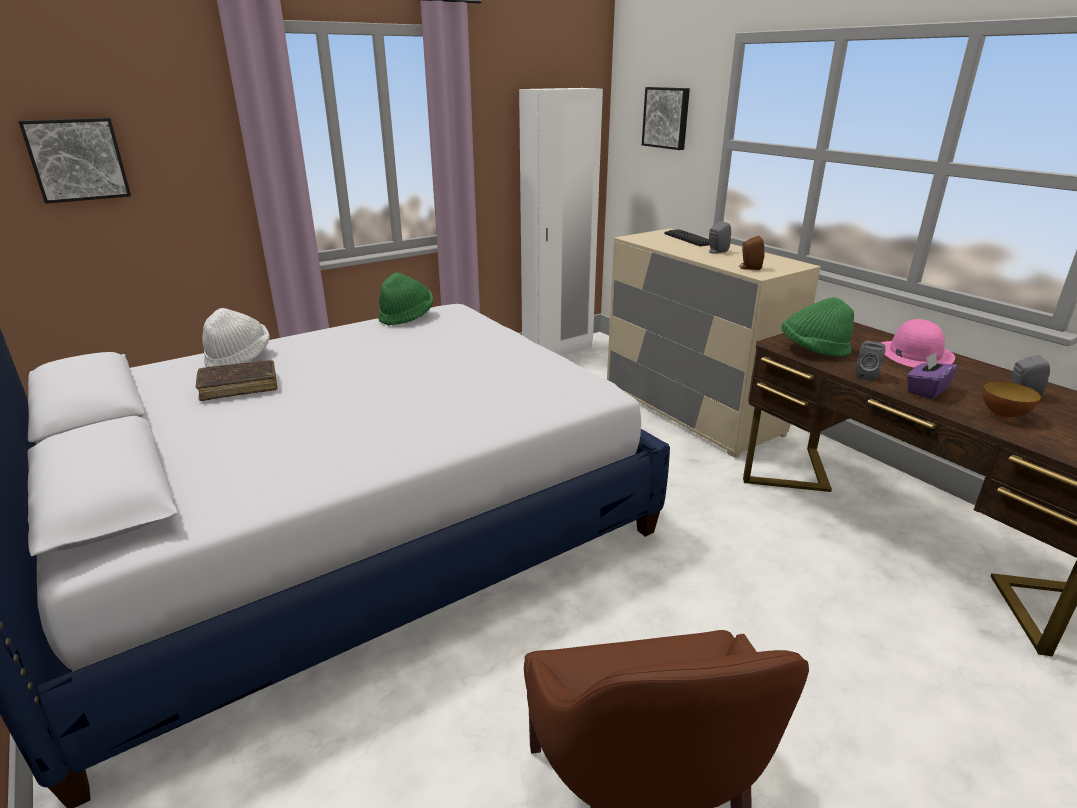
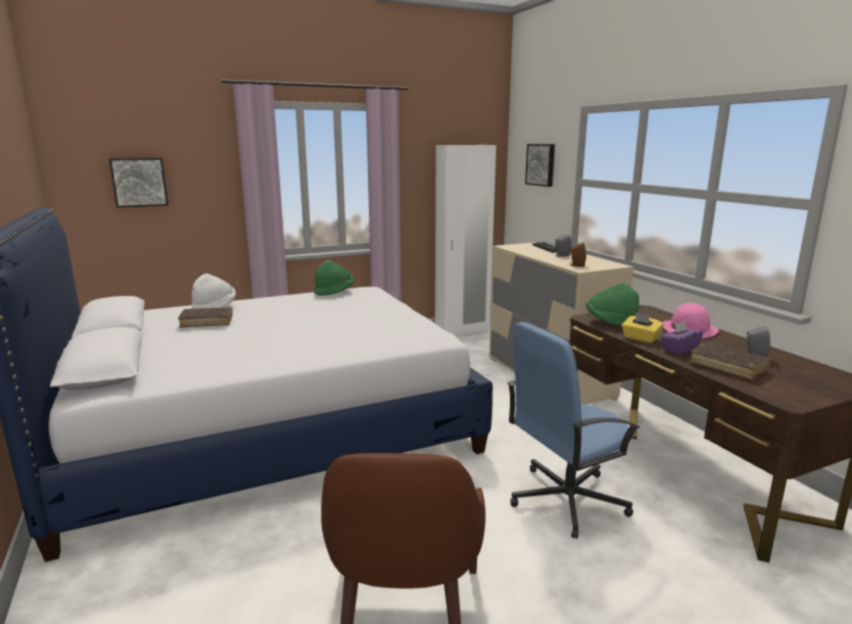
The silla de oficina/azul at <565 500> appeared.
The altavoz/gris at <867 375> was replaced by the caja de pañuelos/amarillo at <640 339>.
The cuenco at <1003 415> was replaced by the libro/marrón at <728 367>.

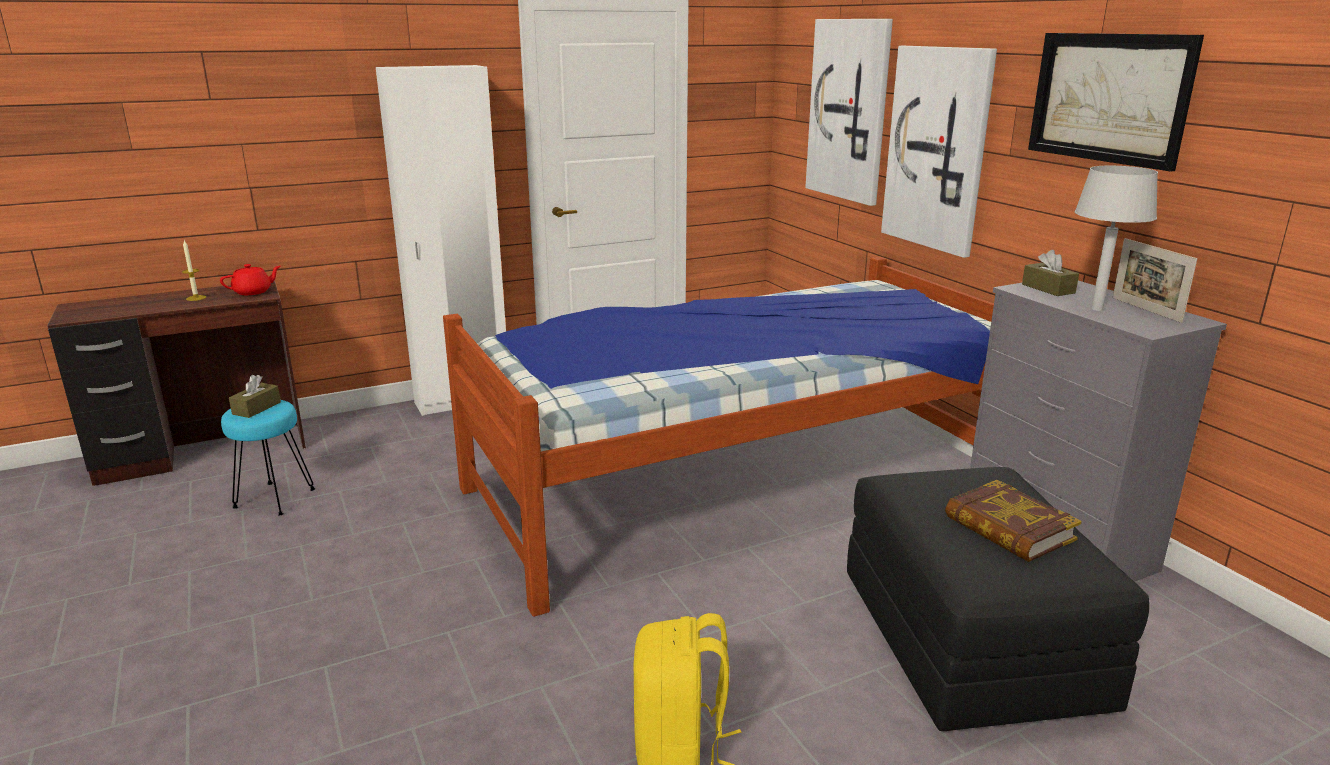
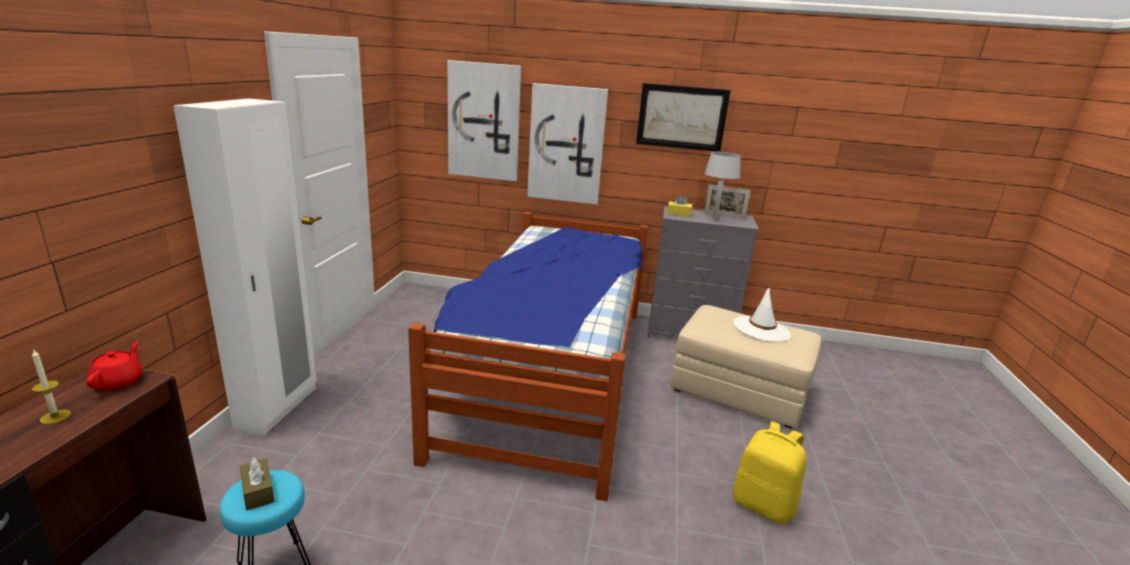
The caja de pañuelos/marrón at <1048 289> became the caja de pañuelos/amarillo at <678 214>.
The puf/negro at <971 641> became the puf/beis at <739 390>.
The libro at <1008 529> was replaced by the sombrero/blanco at <761 329>.

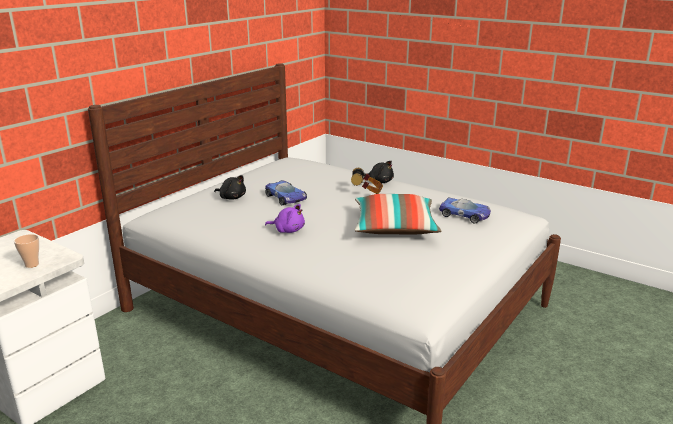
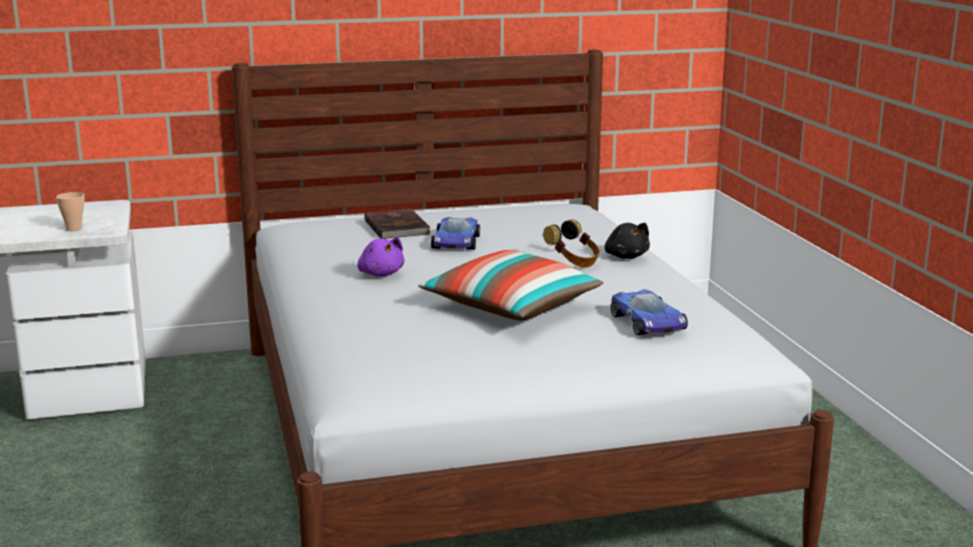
The peluche/negro at <232 197> was replaced by the libro/marrón at <398 227>.

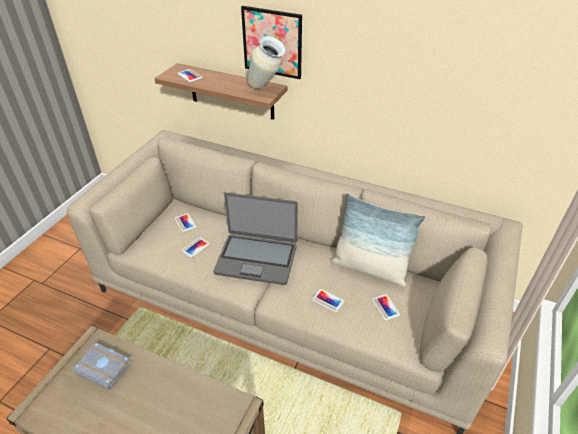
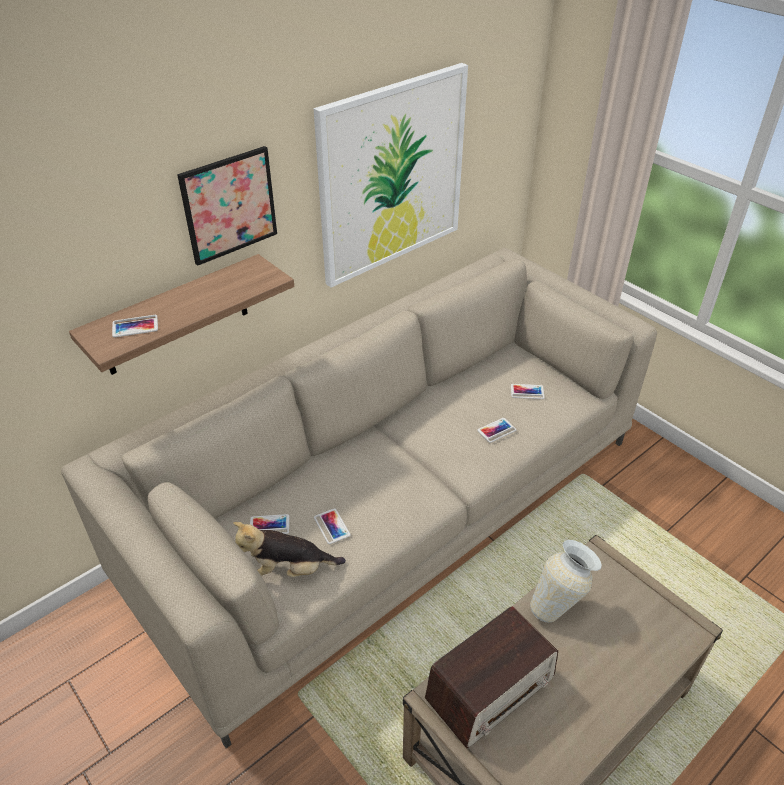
The peluche at <288 571> appeared.
The cuadro at <392 175> appeared.
The libro/gris at <105 367> was replaced by the radio at <490 688>.
The florero moved from <266 90> to <559 606>.
The portátil at <256 258> disappeared.
The cojín at <369 268> disappeared.

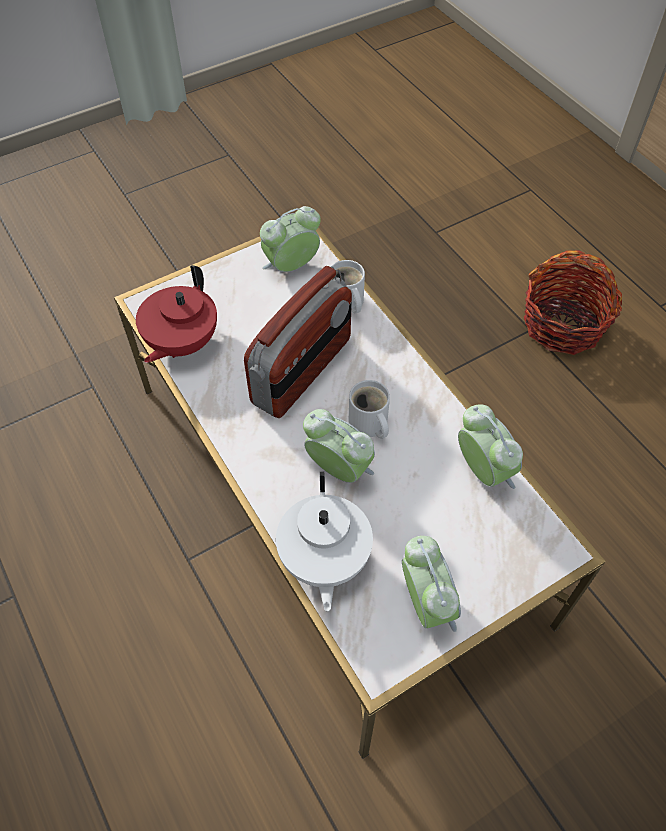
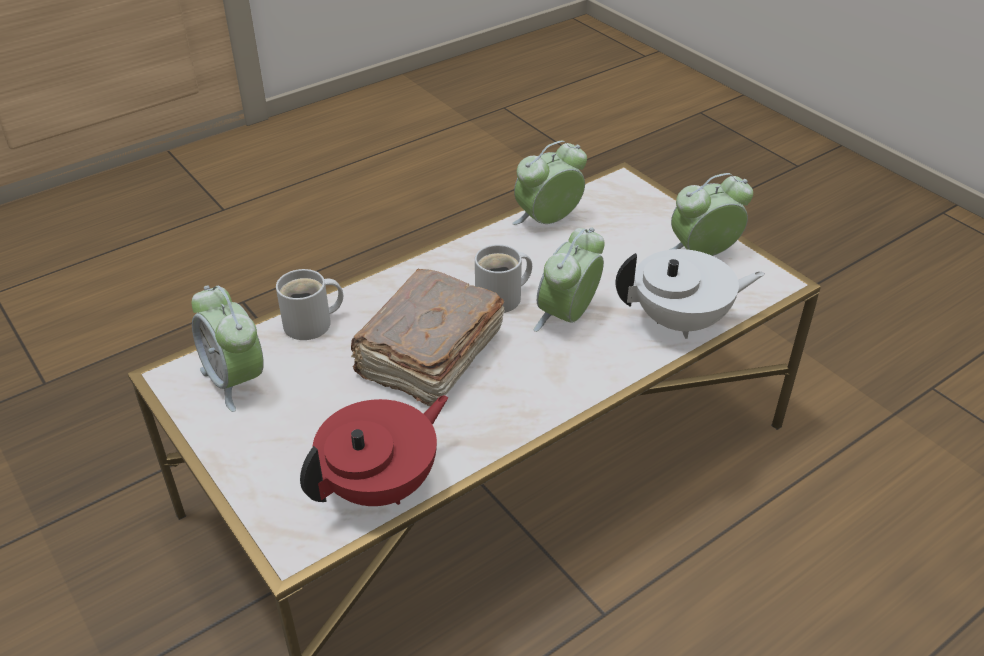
The tetera/rojo at <181 343> turned 60 degrees counterclockwise.
The radio at <302 371> was replaced by the libro/marrón at <428 355>.
The cesta at <563 325> disappeared.

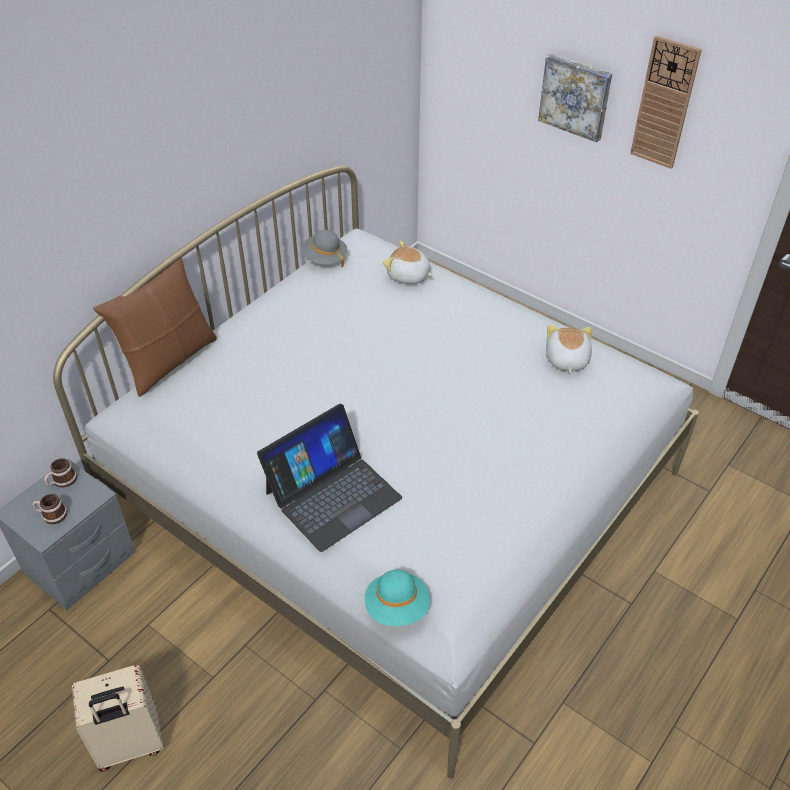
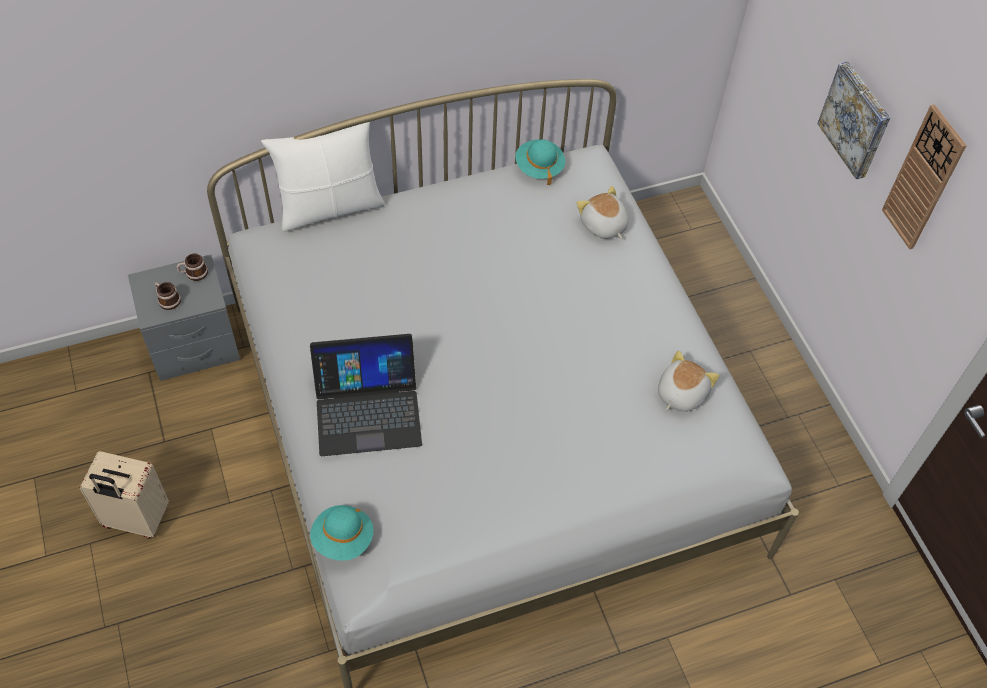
The cojín/marrón at <168 360> became the cojín/blanco at <330 207>.
The sombrero/gris at <324 258> became the sombrero/turquesa at <539 167>.

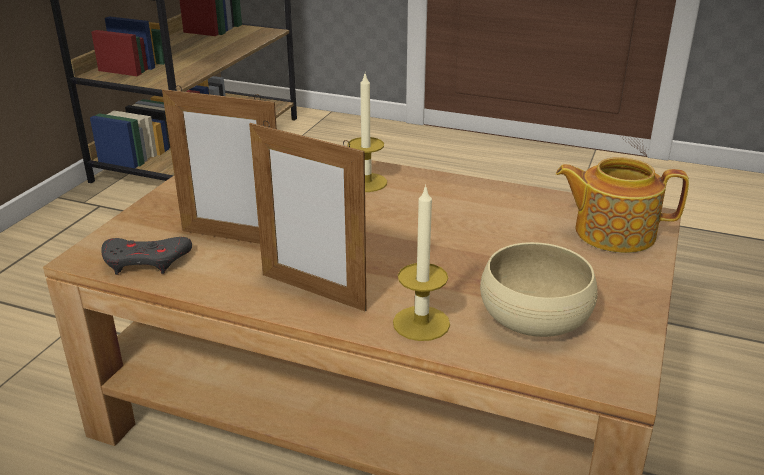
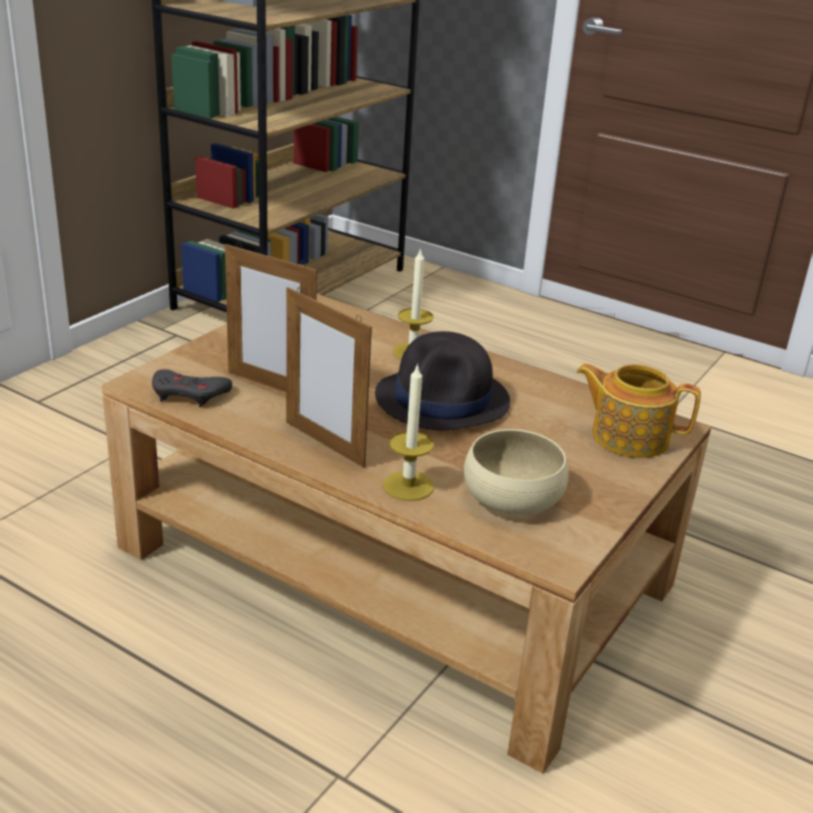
The sombrero/negro at <443 400> appeared.

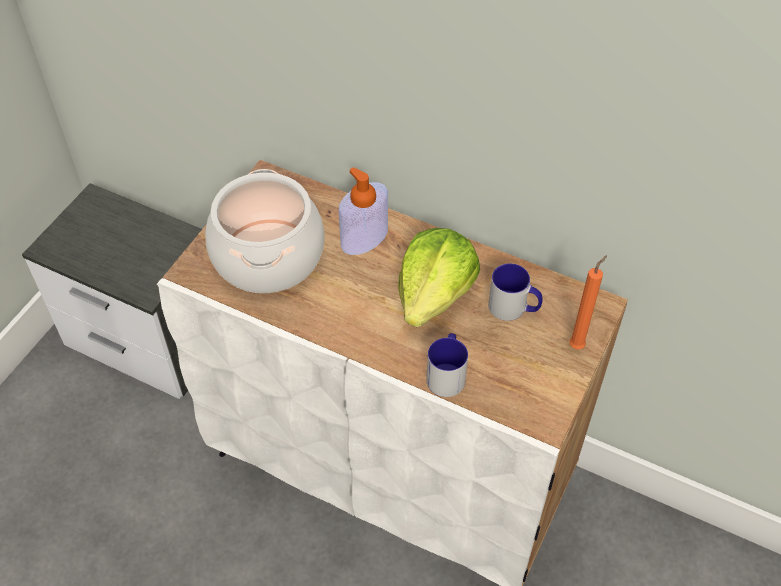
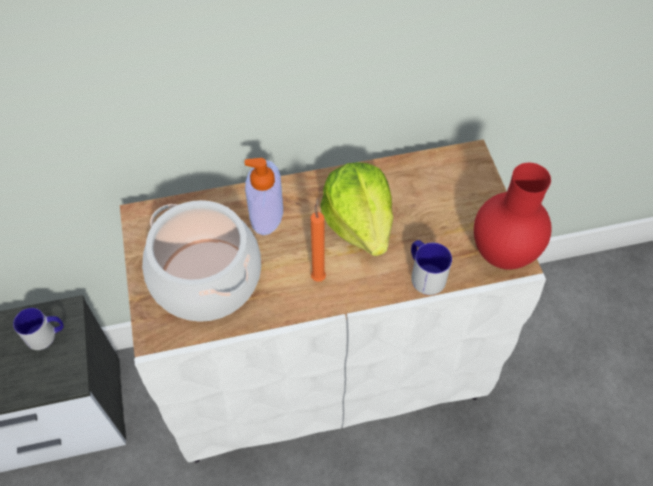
The taza grande moved from <514 308> to <46 335>.
The vela/naranja moved from <578 345> to <318 276>.
The florero/rojo at <501 255> appeared.

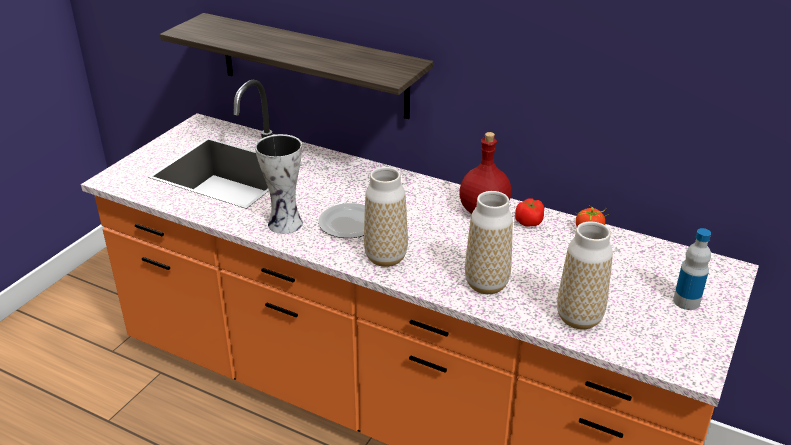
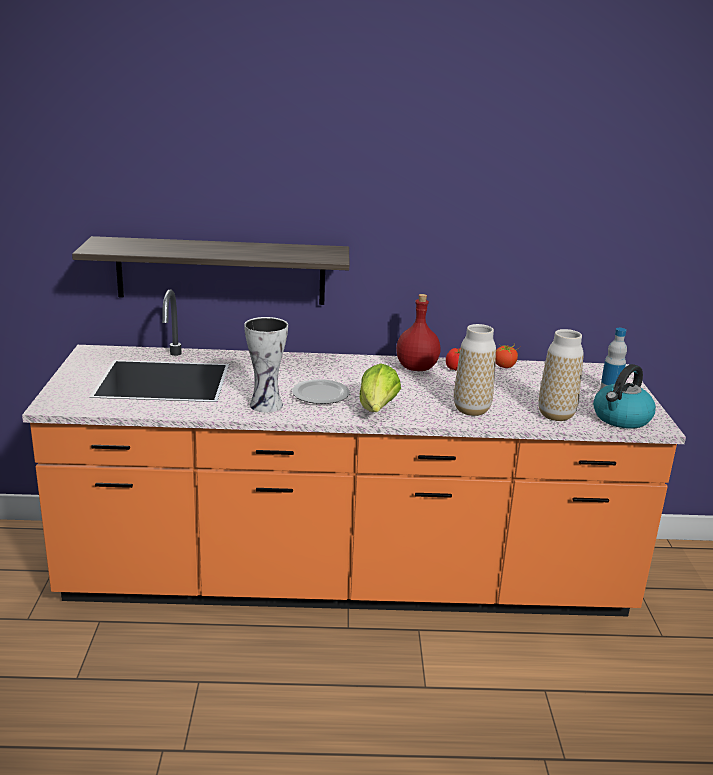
The florero at <385 257> was replaced by the lechuga at <377 410>.
The hervidor at <621 419> appeared.

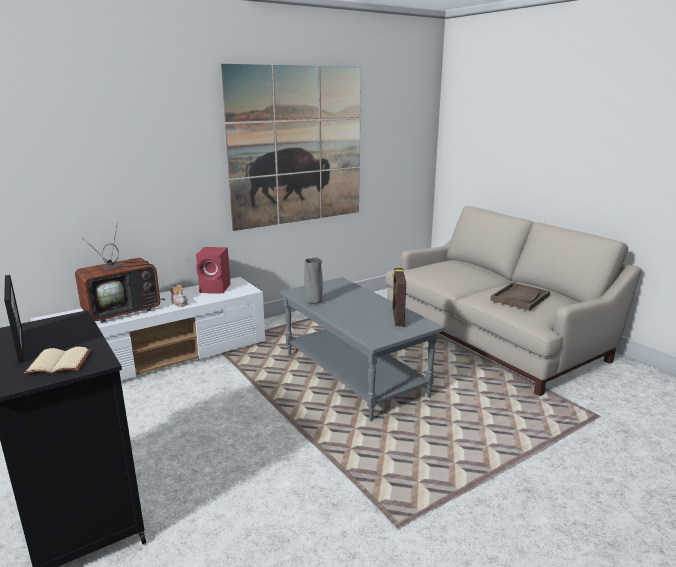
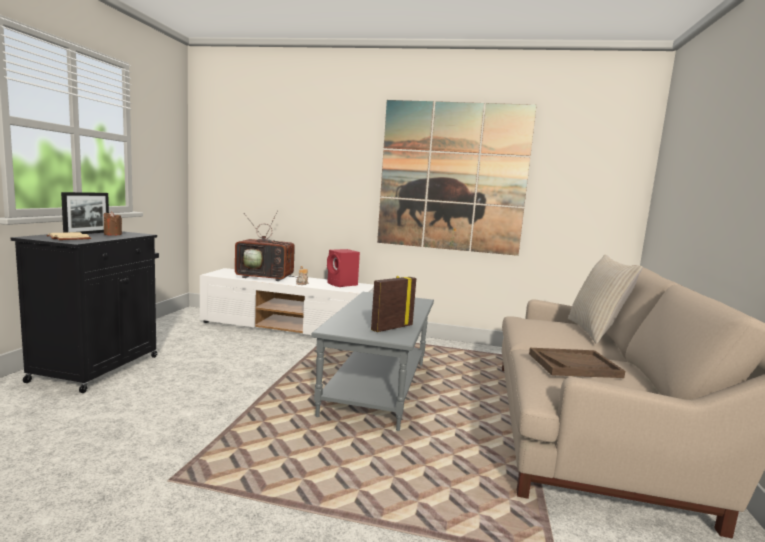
The vela/marrón at <112 234> appeared.
The cojín/beis at <595 332> appeared.
The florero/gris at <313 302> disappeared.

